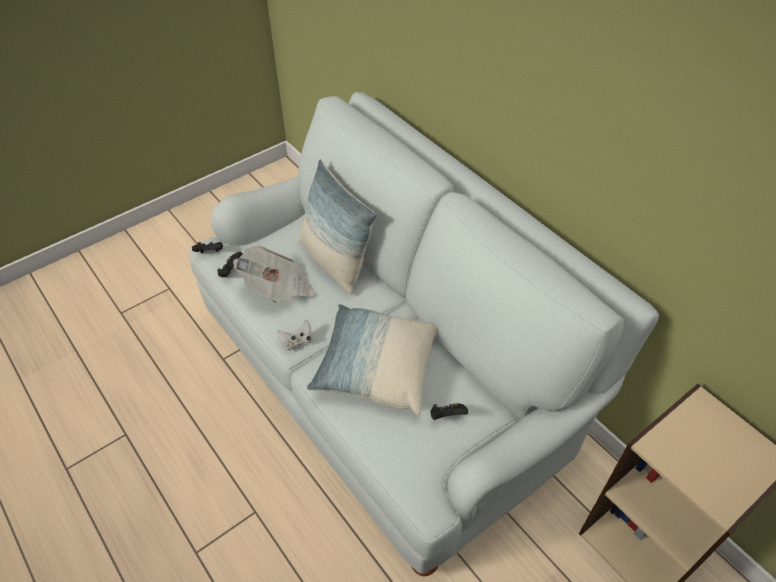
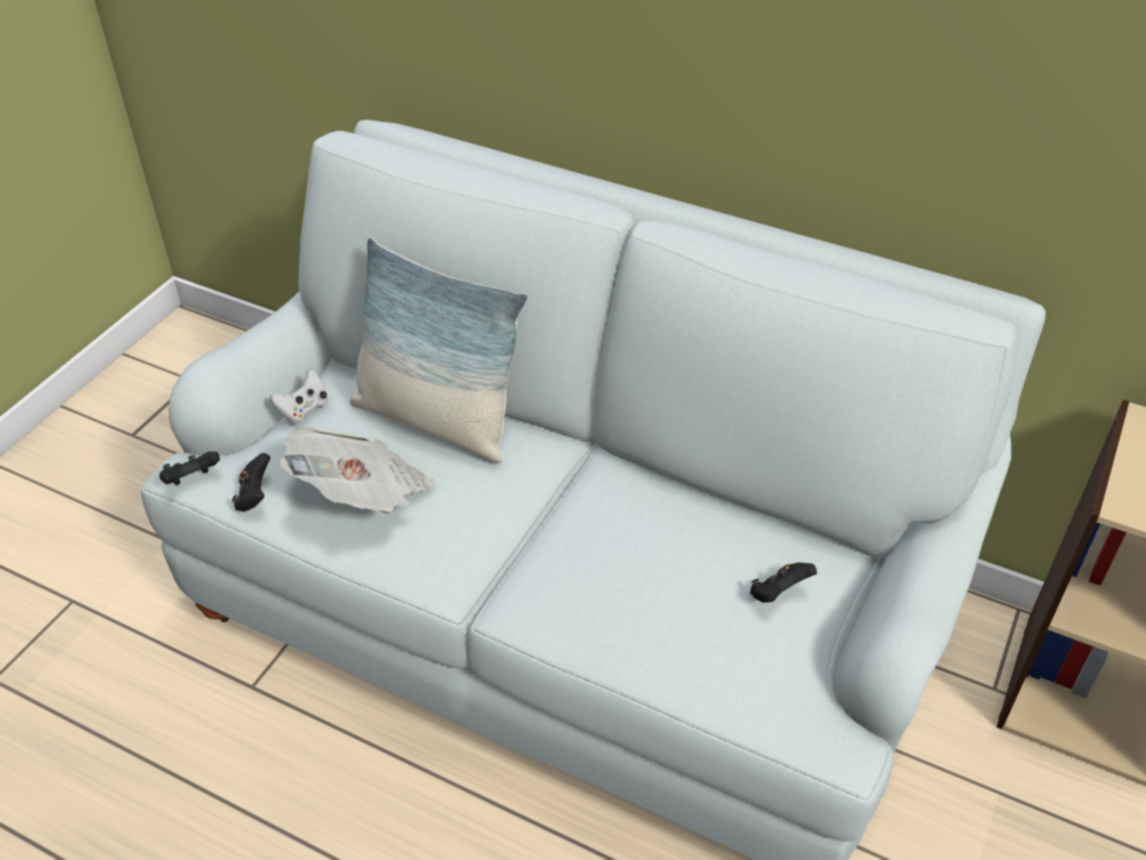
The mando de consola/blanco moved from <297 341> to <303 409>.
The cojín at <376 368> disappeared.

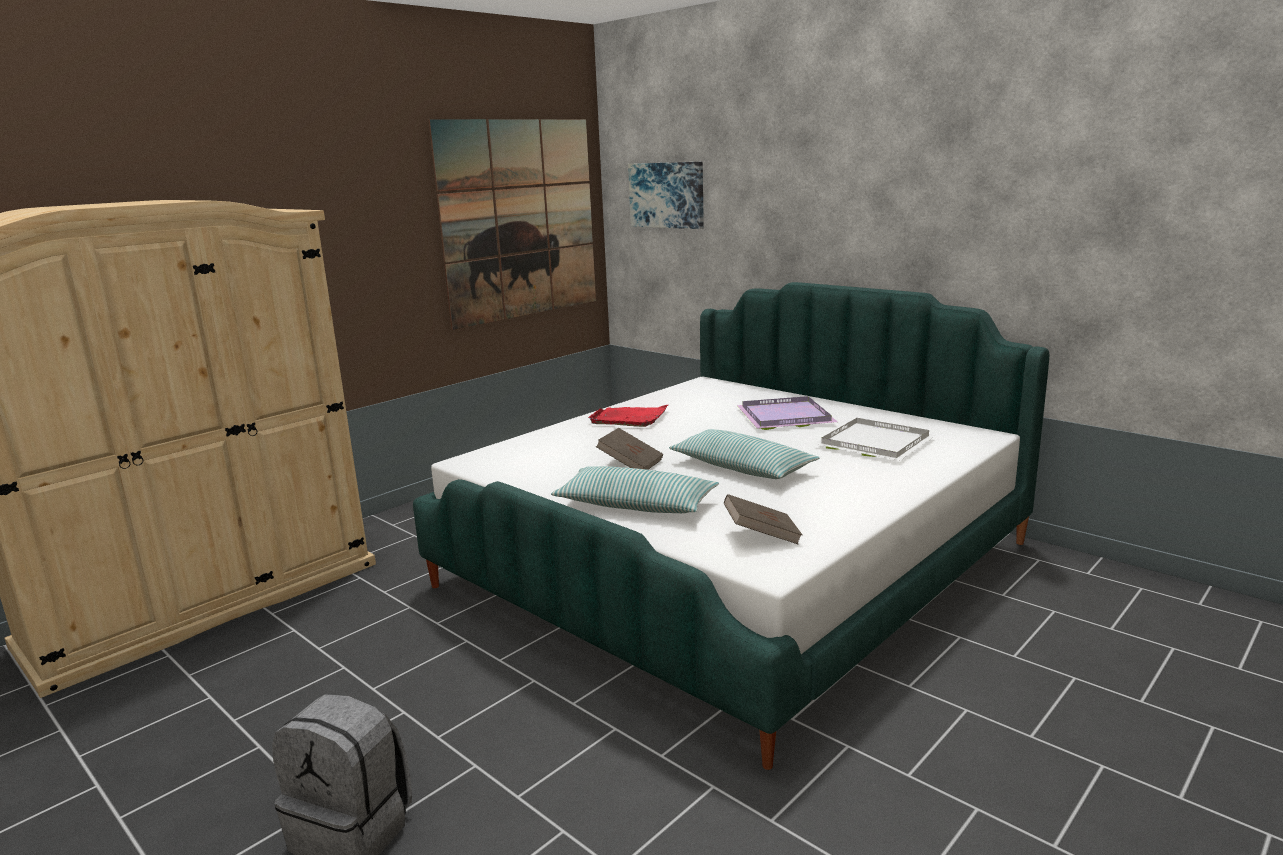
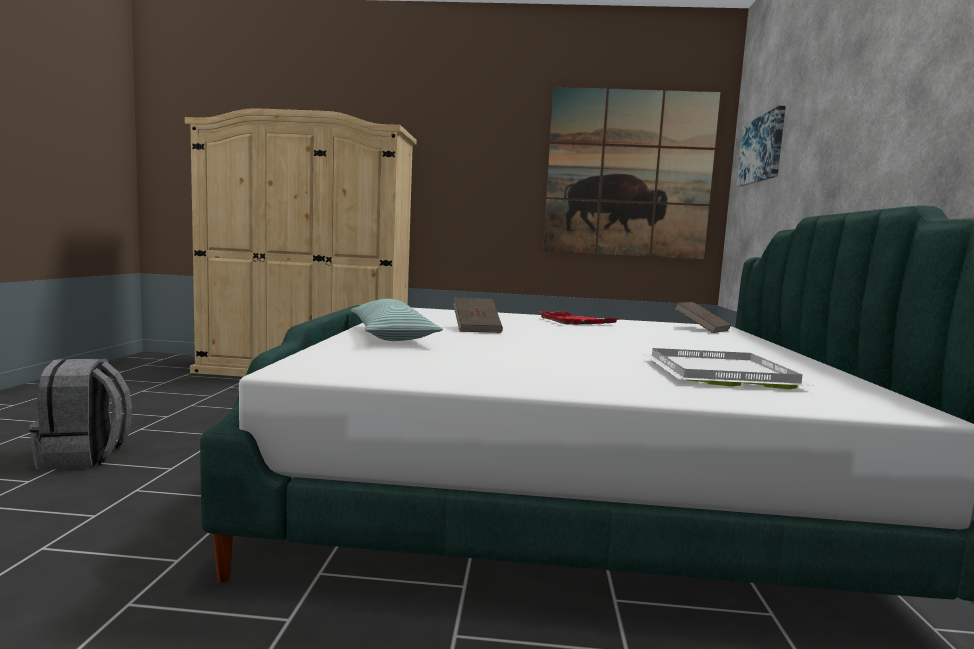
The libro/marrón moved from <761 535> to <701 329>.
The cojín at <742 468> disappeared.
The bandeja/morado at <786 416> disappeared.

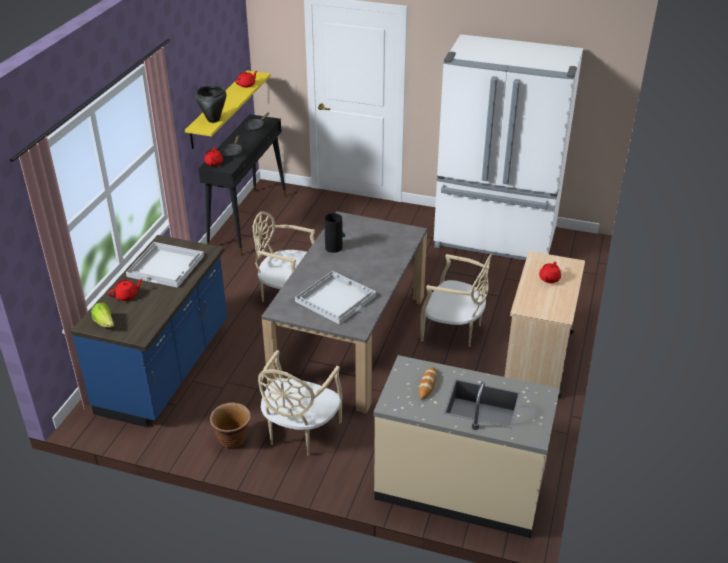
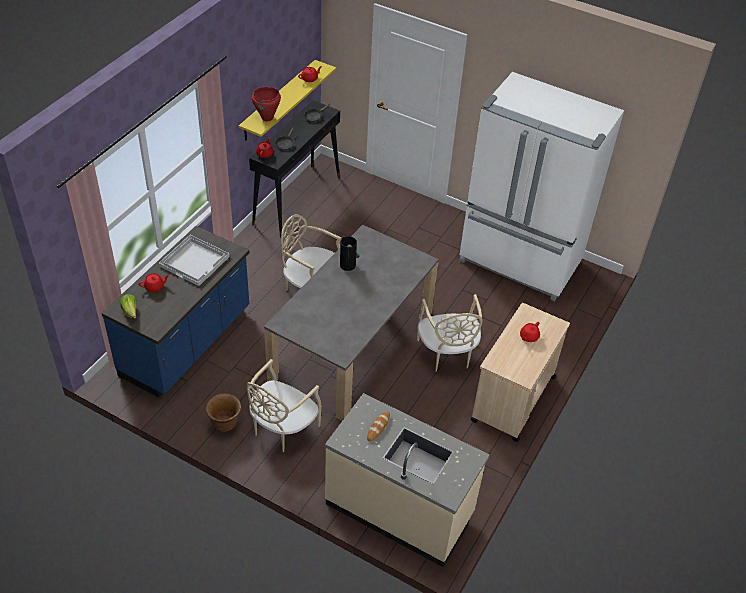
The olla/negro at <213 120> became the olla/rojo at <267 118>.
The silla/beis at <453 330> turned 45 degrees clockwise.
The bandeja/blanco at <335 298> disappeared.

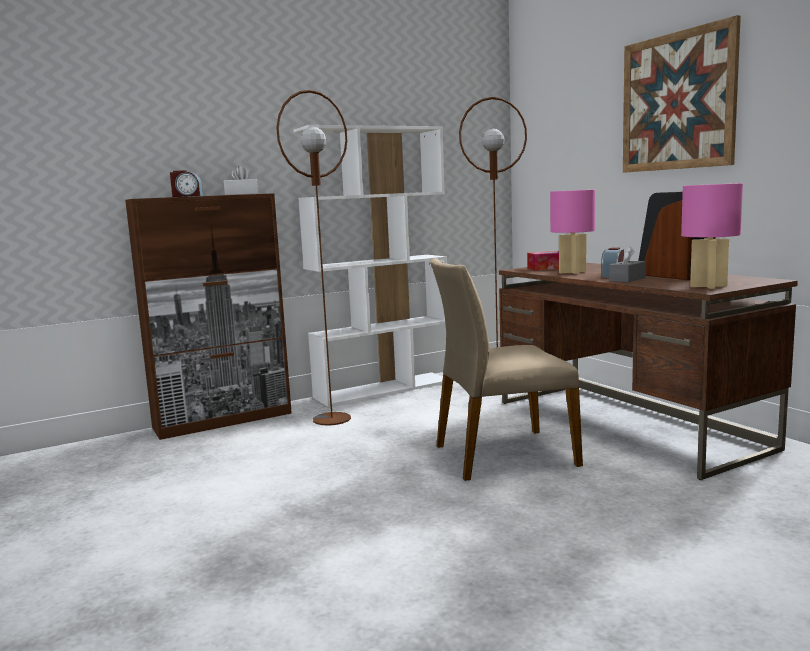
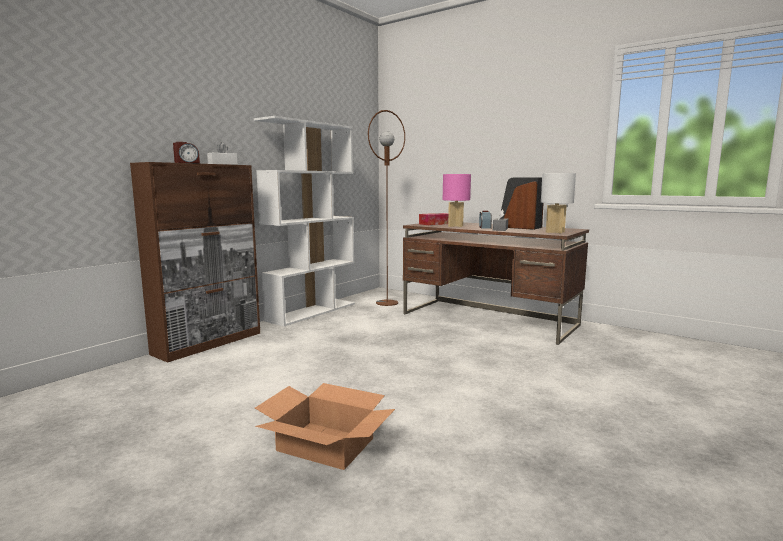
The caja de cartón at <325 444> appeared.
The lámpara de mesa/rosa at <707 286> became the lámpara de mesa/blanco at <554 232>.
The lámpara de pie/marrón at <332 419> disappeared.
The silla/beis at <503 454> disappeared.
The cuadro at <677 101> disappeared.

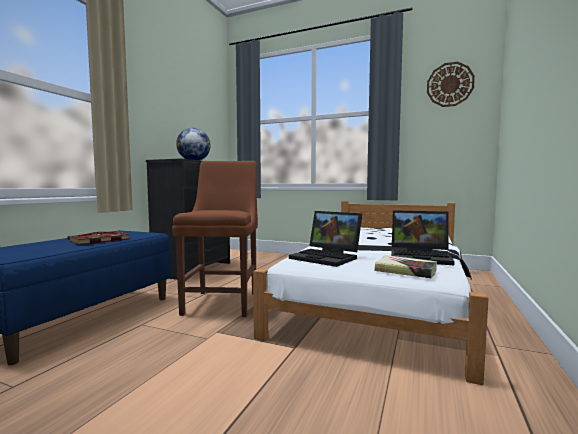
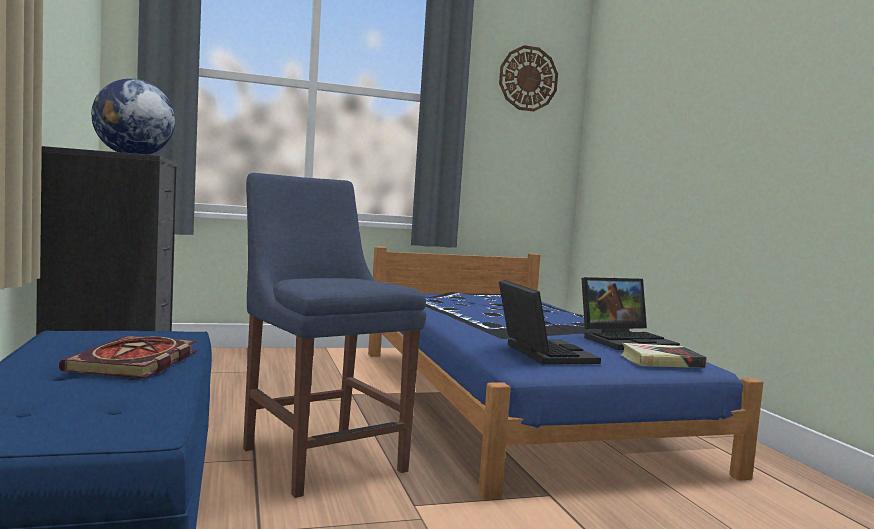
The silla/marrón at <223 302> became the silla/azul at <320 456>.
The cama/blanco at <380 296> became the cama/azul at <513 402>.
The portátil at <327 257> turned 105 degrees counterclockwise.

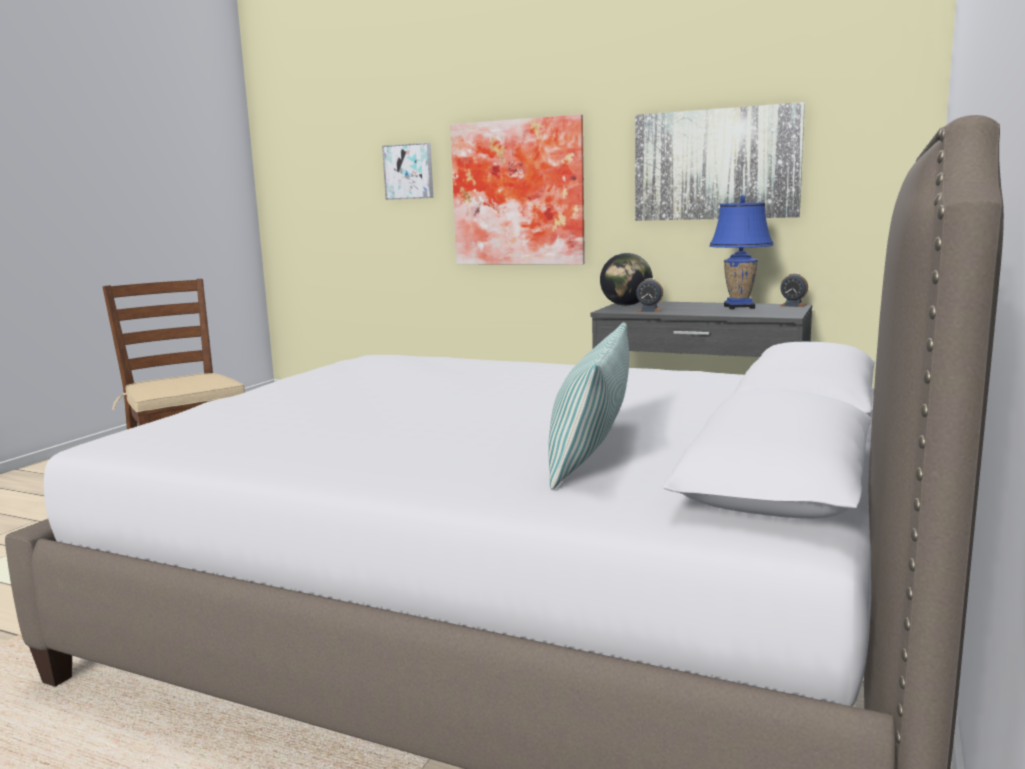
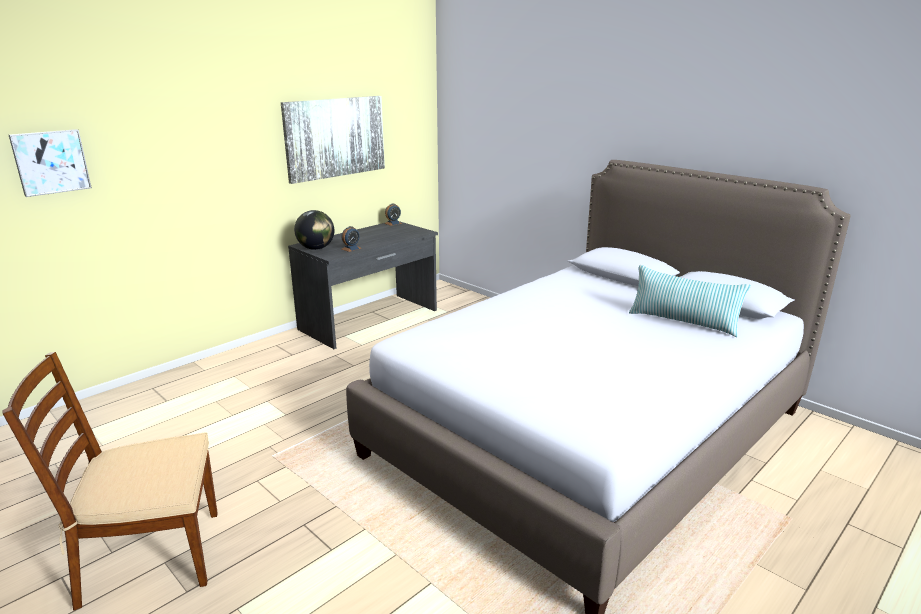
The cuadro at <519 193> disappeared.
The lámpara de mesa/azul at <739 307> disappeared.

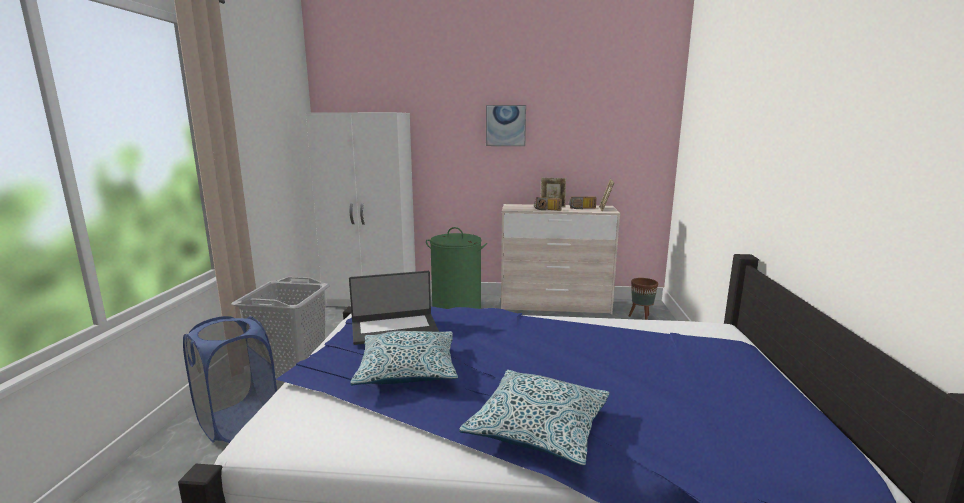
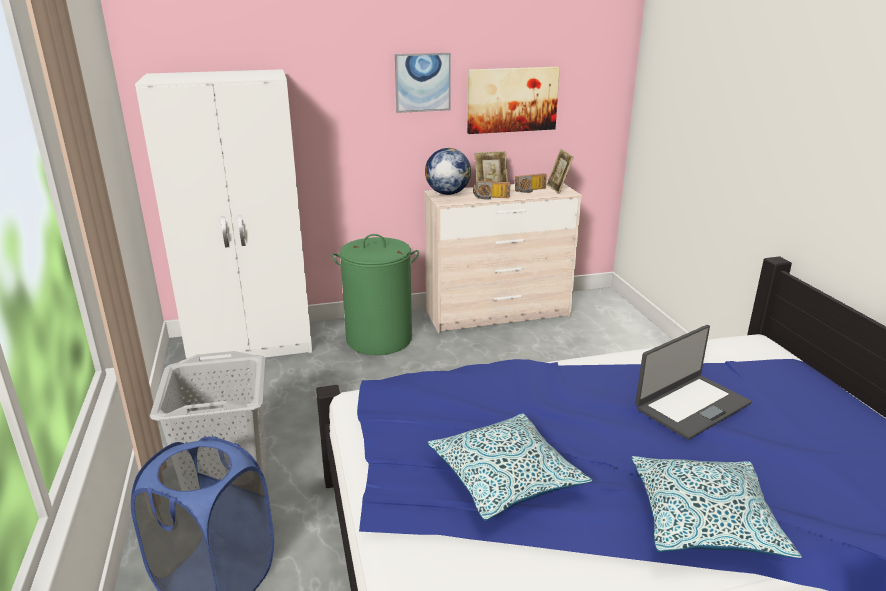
The globo terráqueo at <447 193> appeared.
The cuadro at <512 99> appeared.
The portátil moved from <394 329> to <691 405>.
The maceta/marrón at <641 318> disappeared.

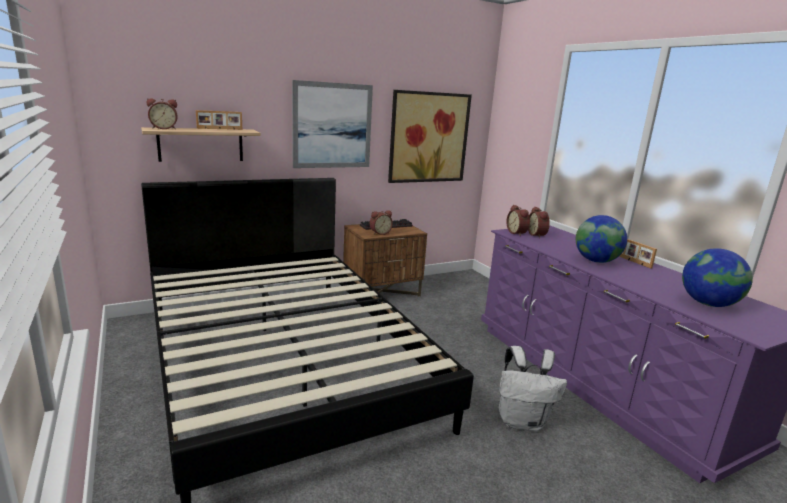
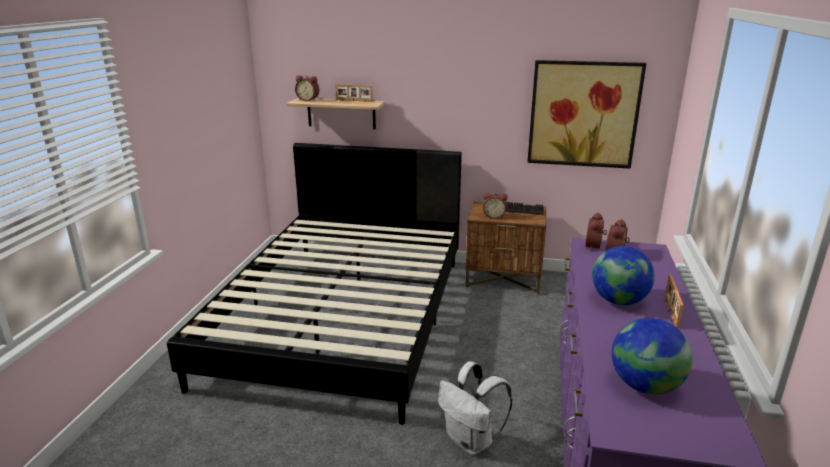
The cuadro at <332 126> disappeared.

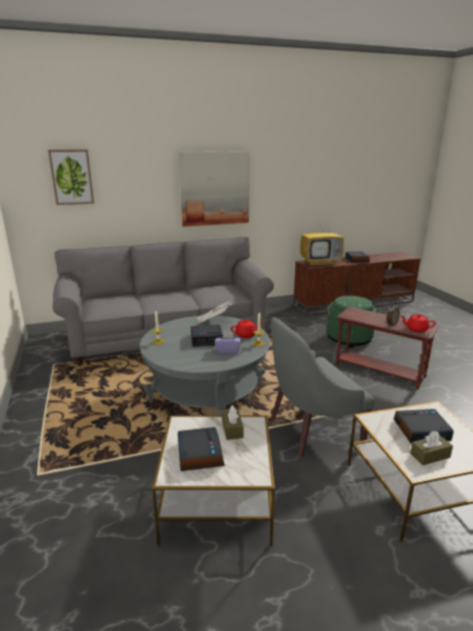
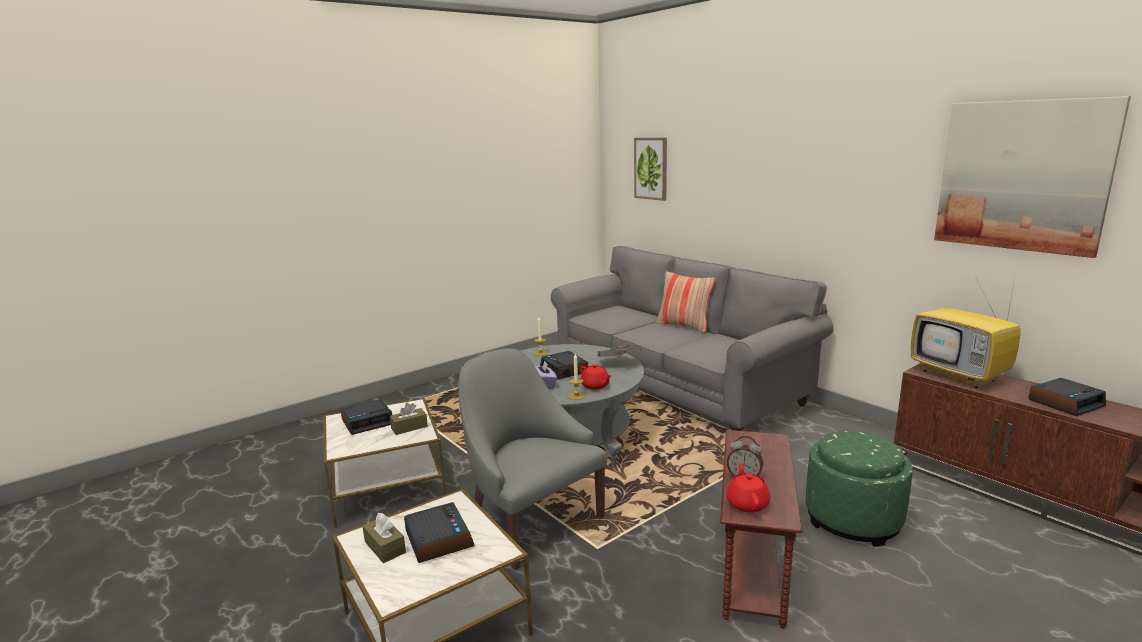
The cojín at <684 326> appeared.
The cuadro moved from <215 188> to <1022 176>.

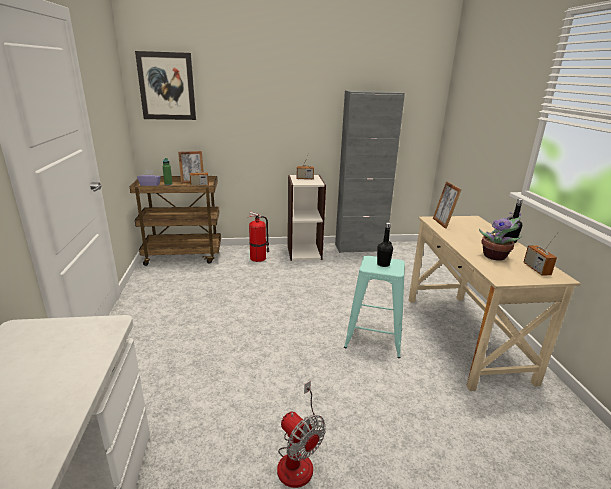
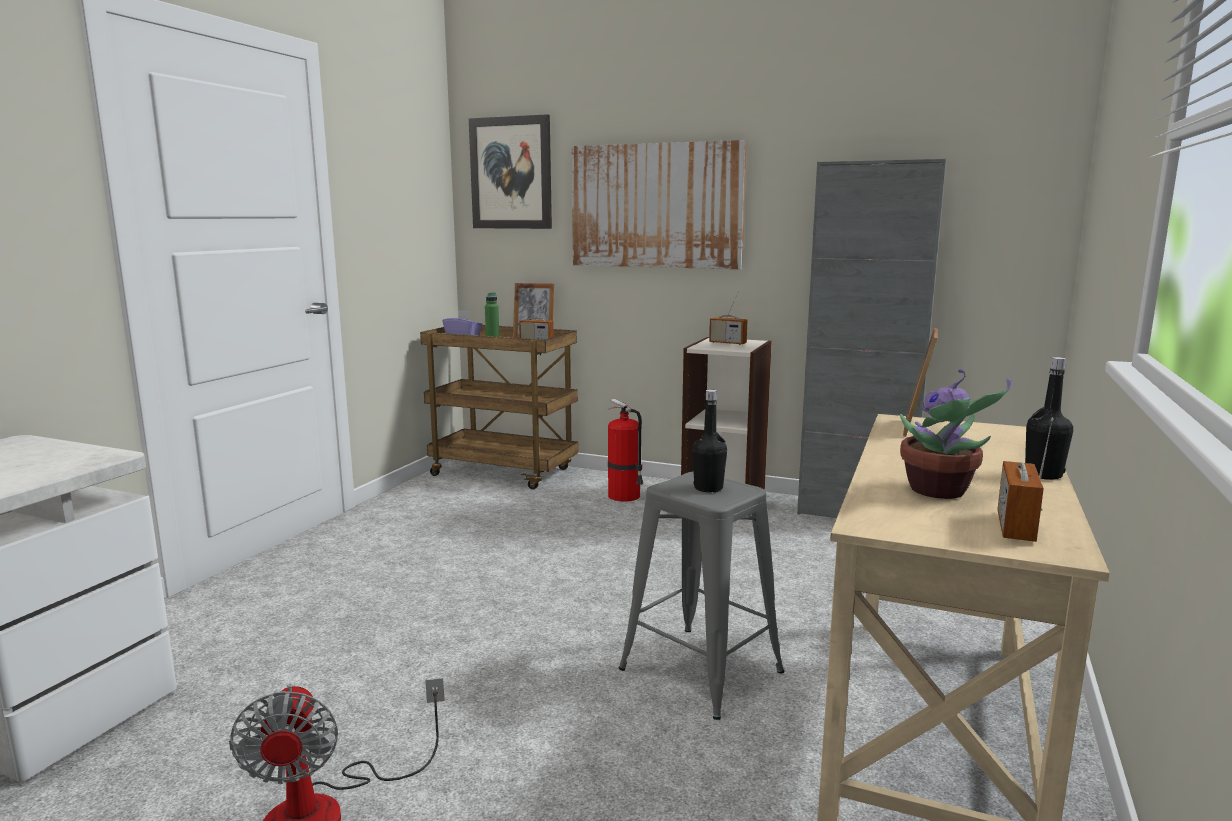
The cuadro at <656 206> appeared.
The taburete/turquesa at <374 338> became the taburete/gris at <700 670>.

